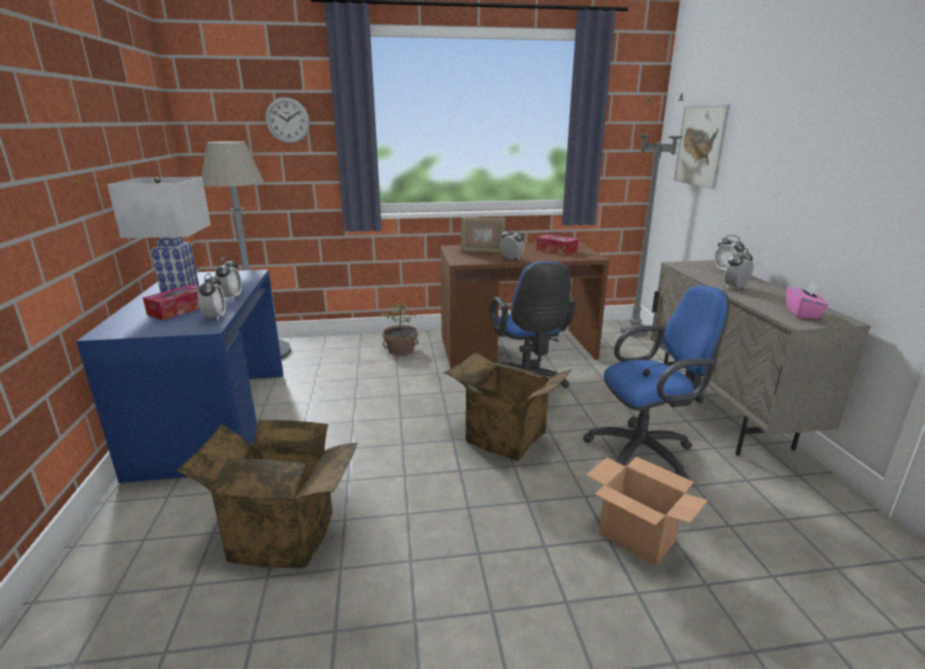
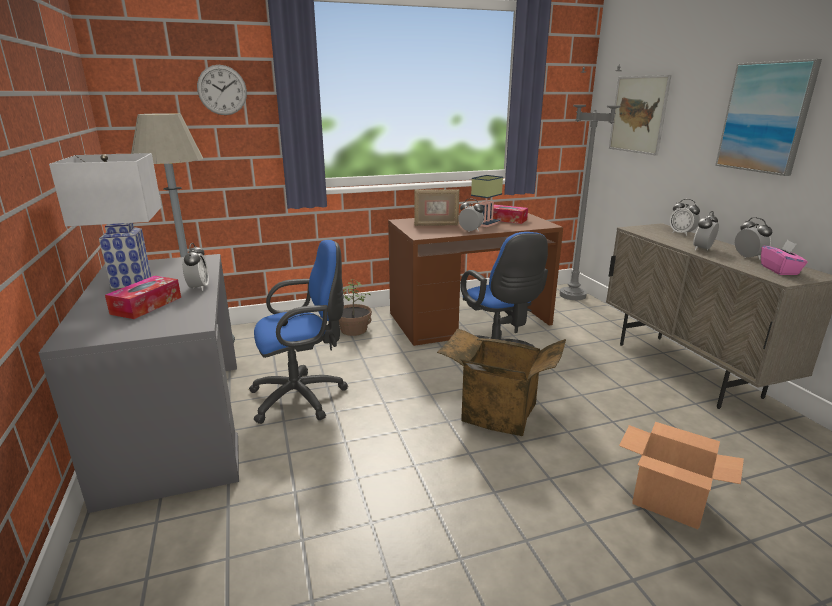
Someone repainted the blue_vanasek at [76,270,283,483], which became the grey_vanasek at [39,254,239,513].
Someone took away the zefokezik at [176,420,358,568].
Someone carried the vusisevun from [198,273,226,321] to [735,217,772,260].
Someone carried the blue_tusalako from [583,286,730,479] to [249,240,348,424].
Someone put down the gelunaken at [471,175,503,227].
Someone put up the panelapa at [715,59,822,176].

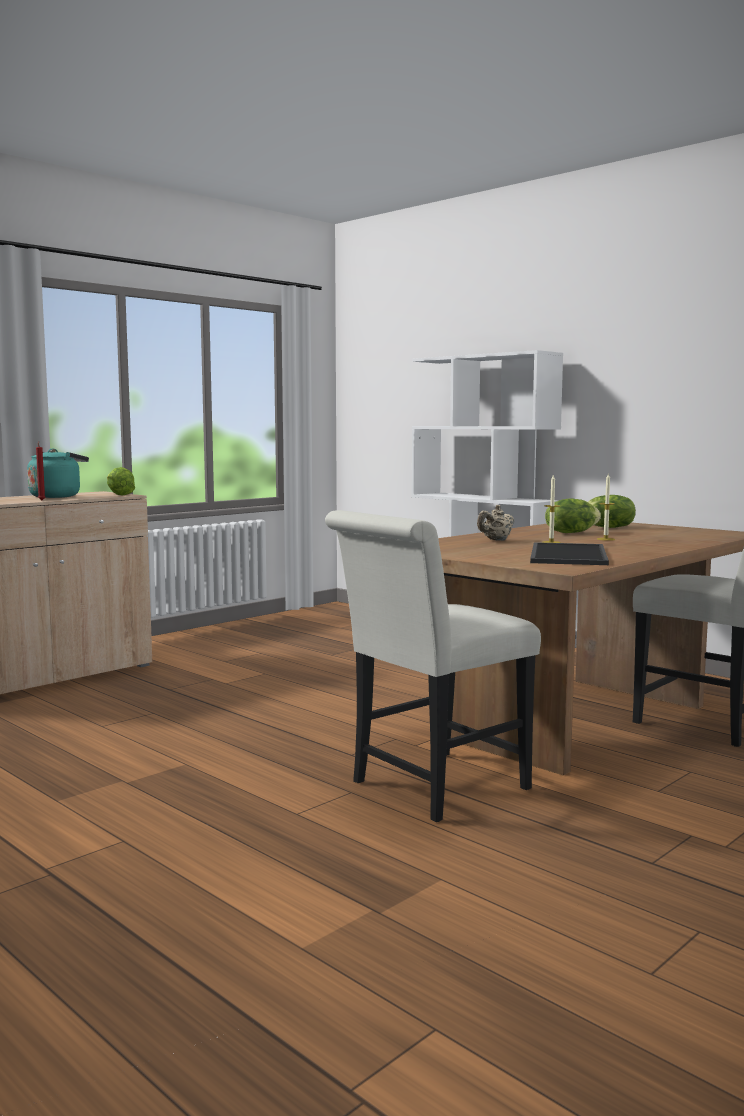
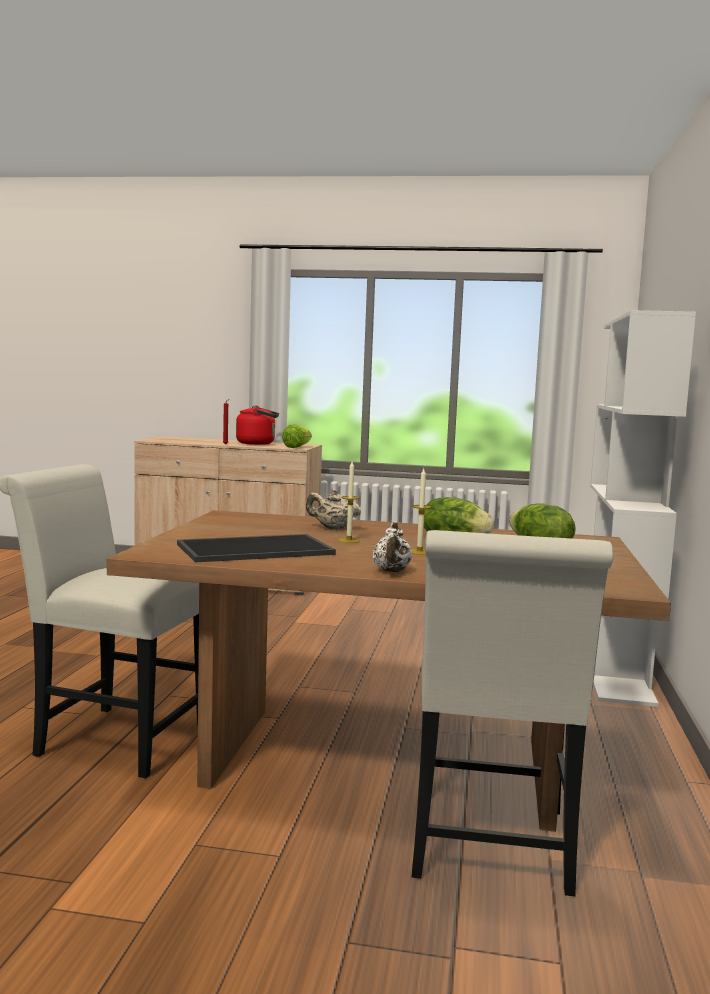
Someone repainted the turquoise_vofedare at [27,449,89,498], which became the red_vofedare at [236,406,279,445].
Someone put down the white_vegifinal at [373,521,412,572].

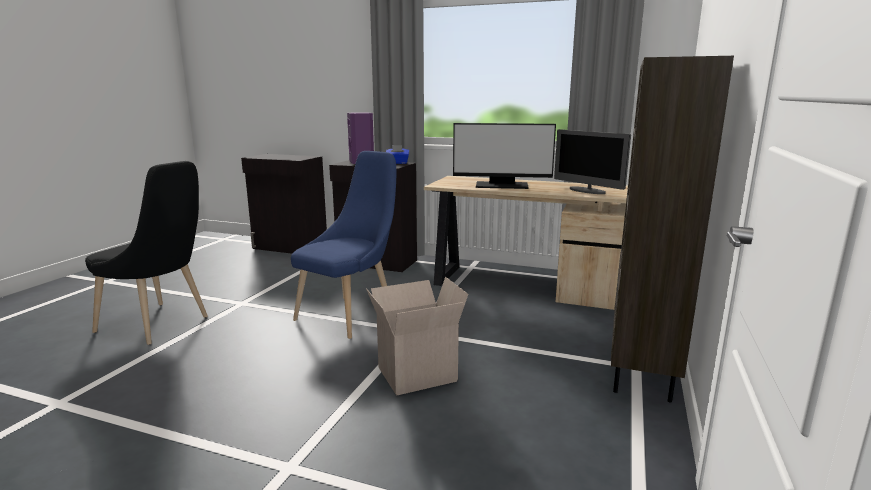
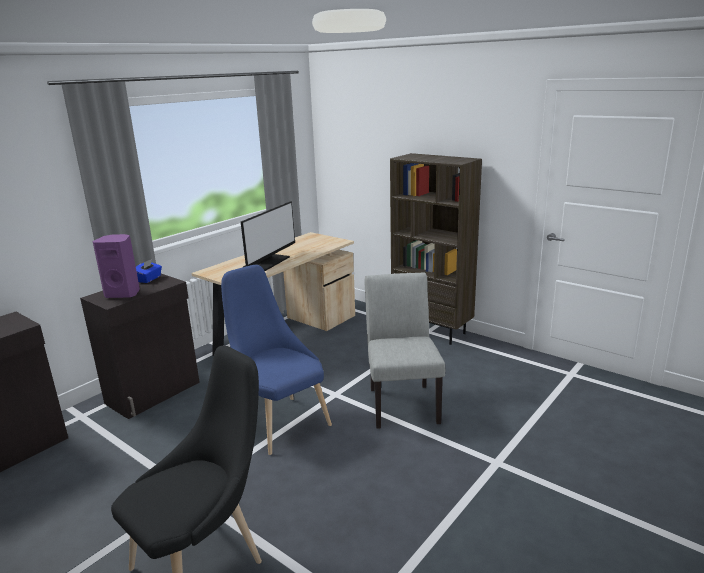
Someone swapped the zefokezik at [366,277,468,396] for the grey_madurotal at [364,273,445,429].
Someone took away the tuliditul at [554,129,631,194].

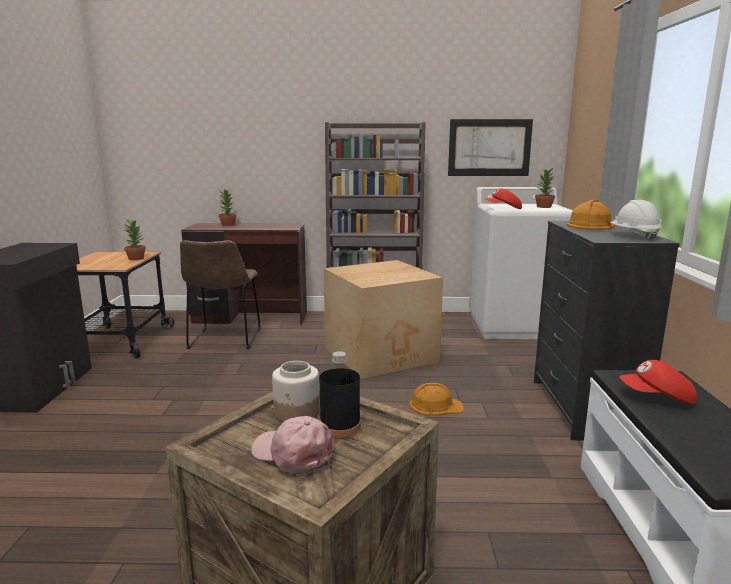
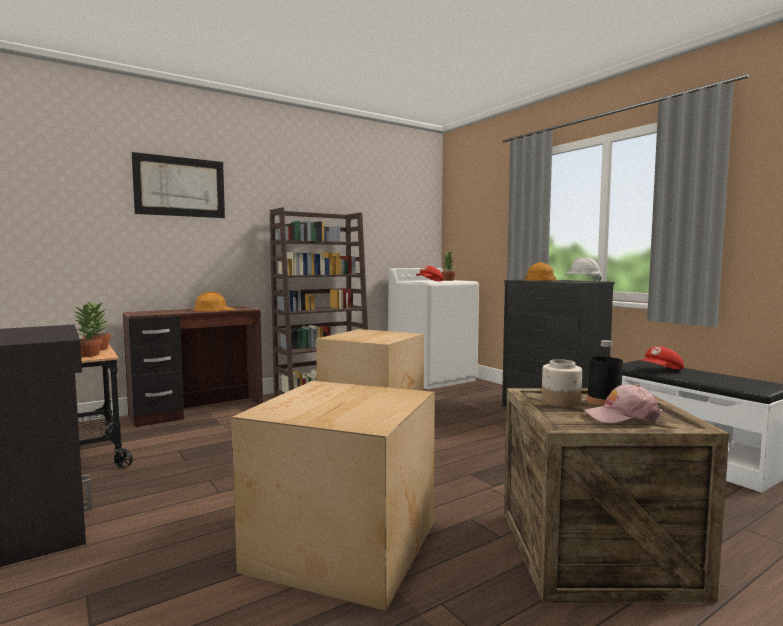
Someone took away the brown_madurotal at [180,240,260,349].
Someone carried the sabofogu from [219,190,237,226] to [74,303,102,357].
Someone carried the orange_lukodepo from [409,383,463,416] to [193,292,235,312].
Someone carried the panelapa from [448,119,533,176] to [132,152,225,218].
Someone put down the zefokezik at [231,381,435,611].

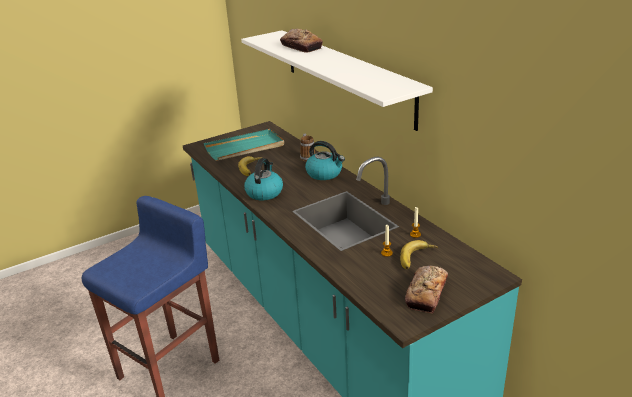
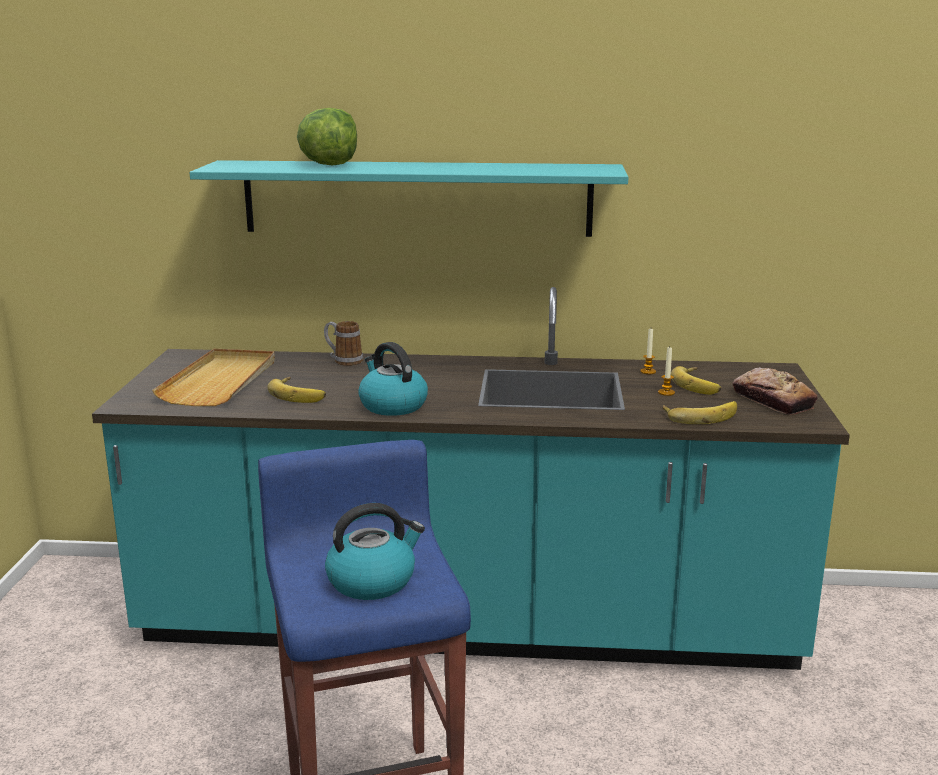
Someone repainted the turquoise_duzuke at [204,129,284,161], which became the beige_duzuke at [152,349,275,406].
Someone repainted the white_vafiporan at [241,30,433,131], which became the turquoise_vafiporan at [190,160,628,237].
Someone swapped the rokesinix at [280,28,323,52] for the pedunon at [297,108,357,166].
Someone carried the vofedare from [305,141,345,180] to [325,503,425,600].
Someone put down the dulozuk at [663,401,737,424].

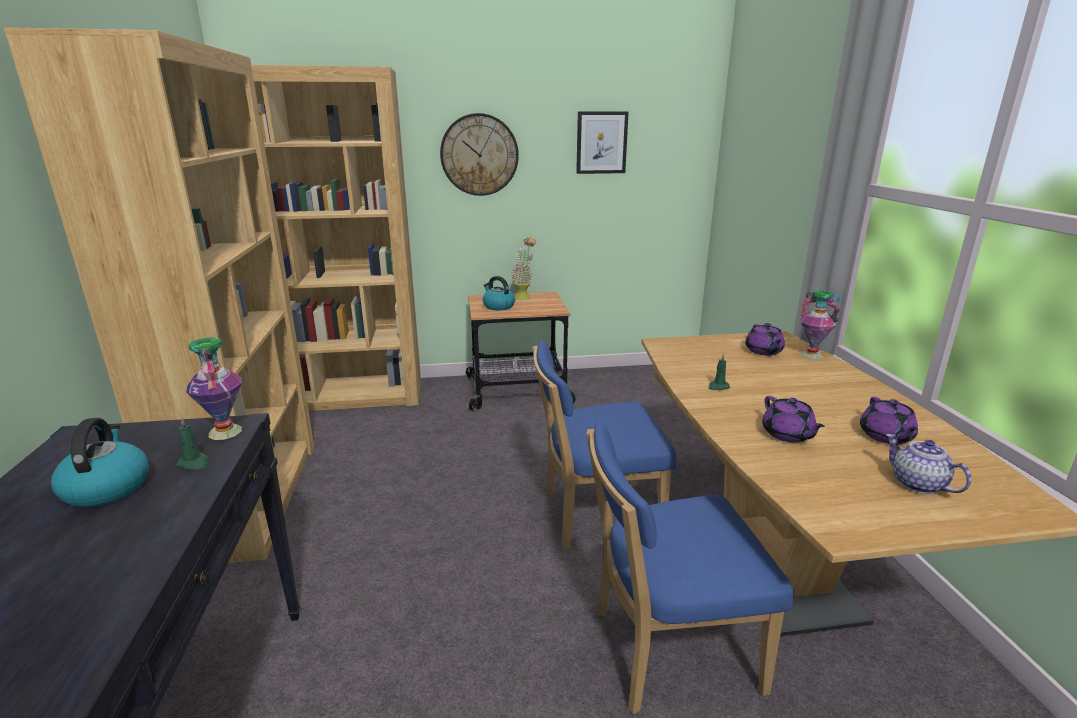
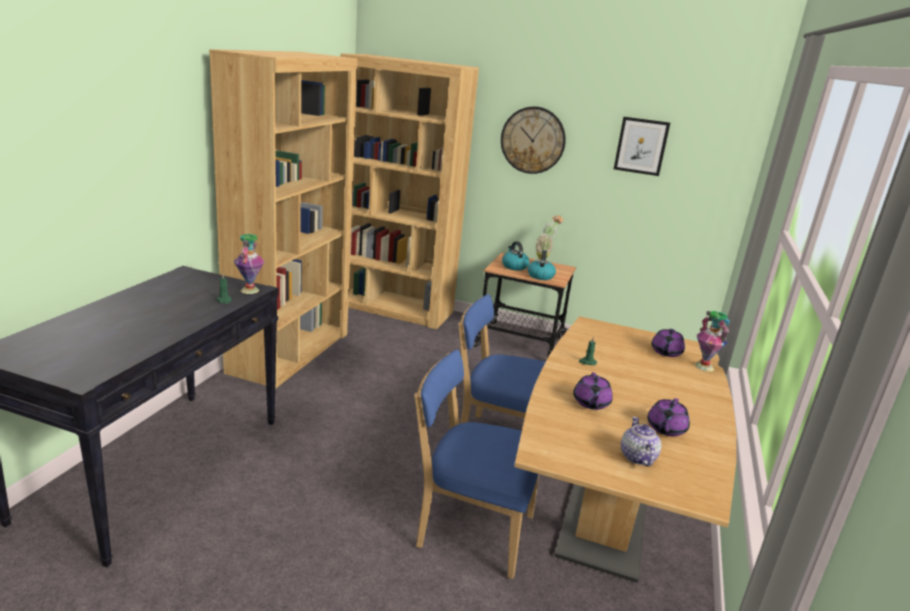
Someone carried the vofedare from [51,418,149,507] to [528,250,556,280].

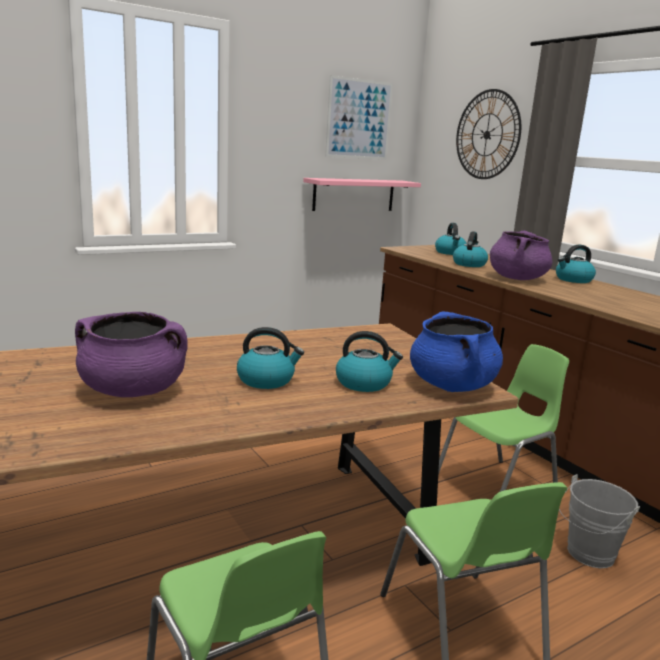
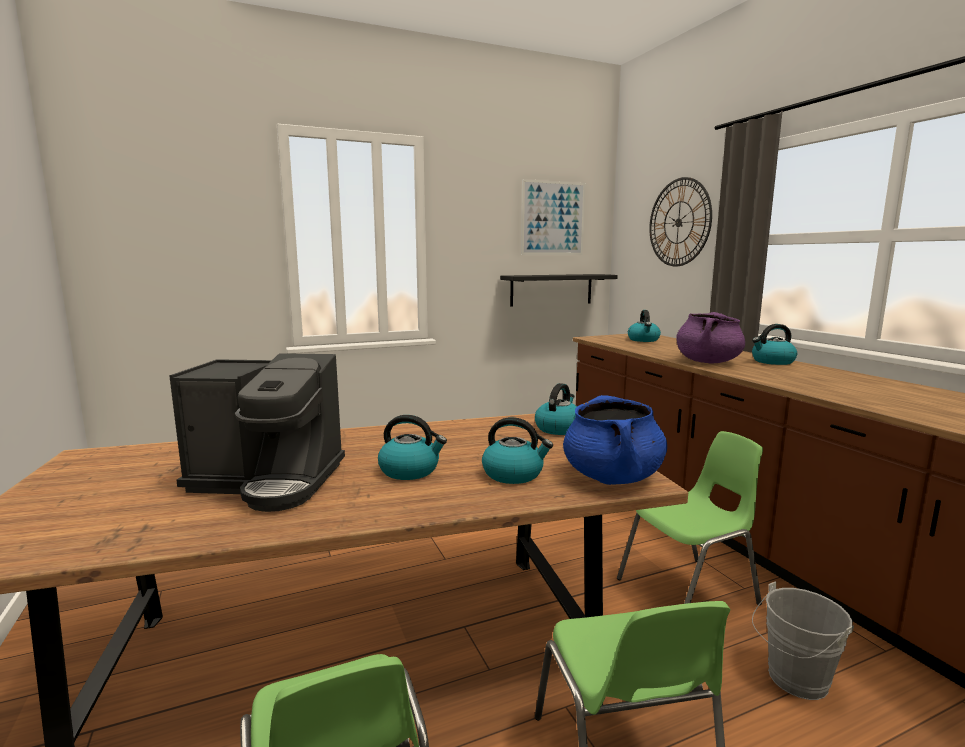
Someone swapped the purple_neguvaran at [75,312,188,397] for the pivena at [169,353,345,512].
Someone repainted the pink_vafiporan at [303,178,421,211], which became the black_vafiporan at [500,274,618,307].
Someone carried the vofedare from [453,231,488,267] to [535,383,577,435].

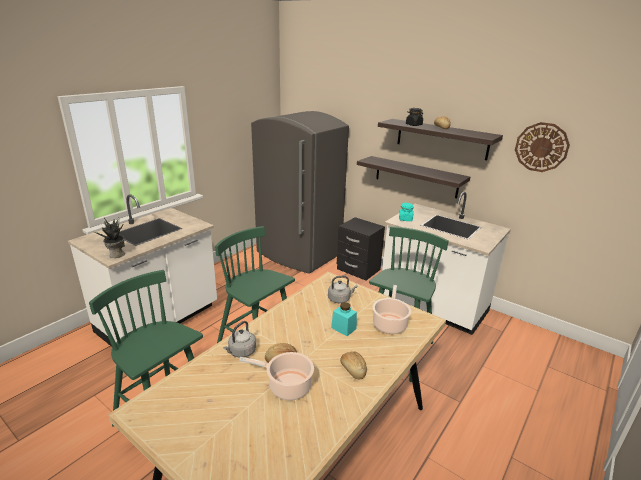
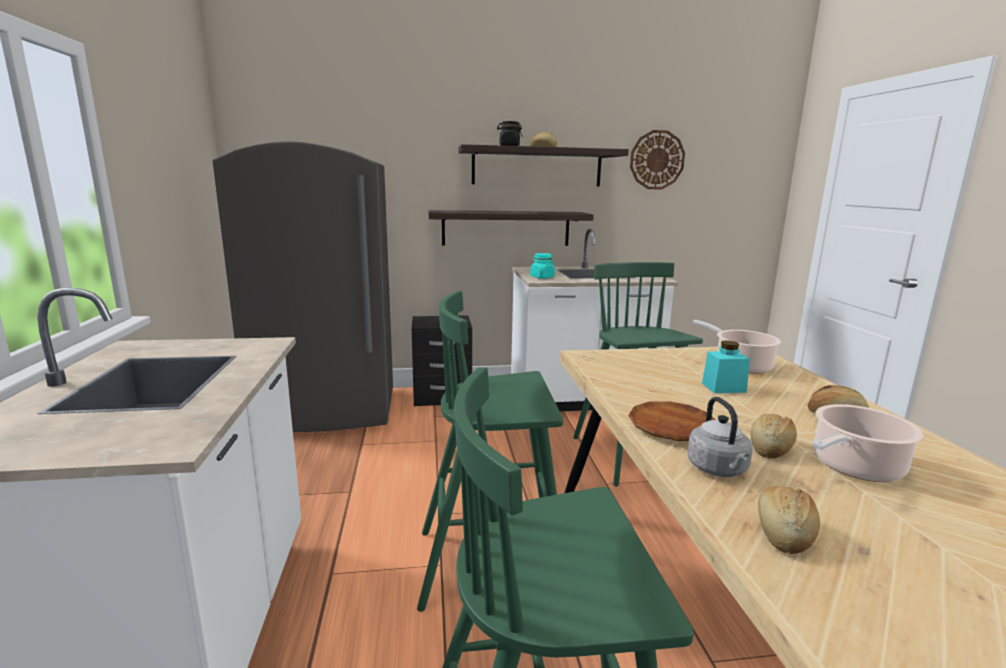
Someone took away the sabofogu at [94,218,125,258].
Someone took away the grey_vofedare at [328,276,357,303].
Someone put down the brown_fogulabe at [628,401,716,441].
Someone put down the rokesinix at [758,486,820,554].

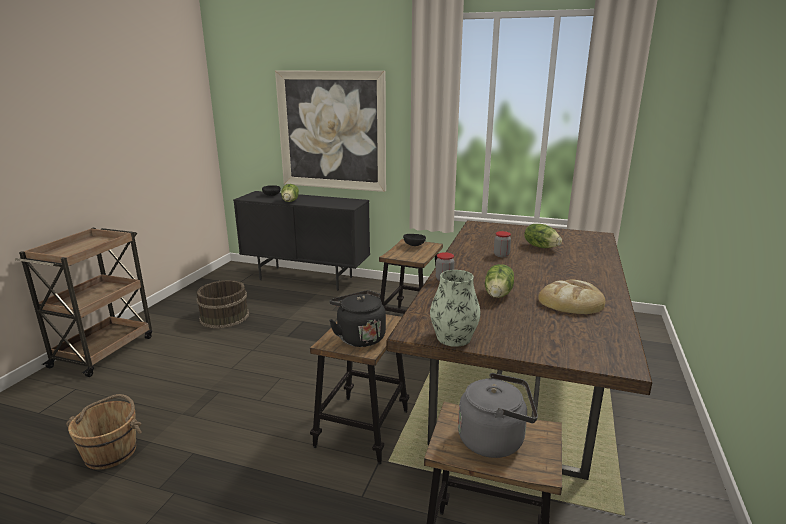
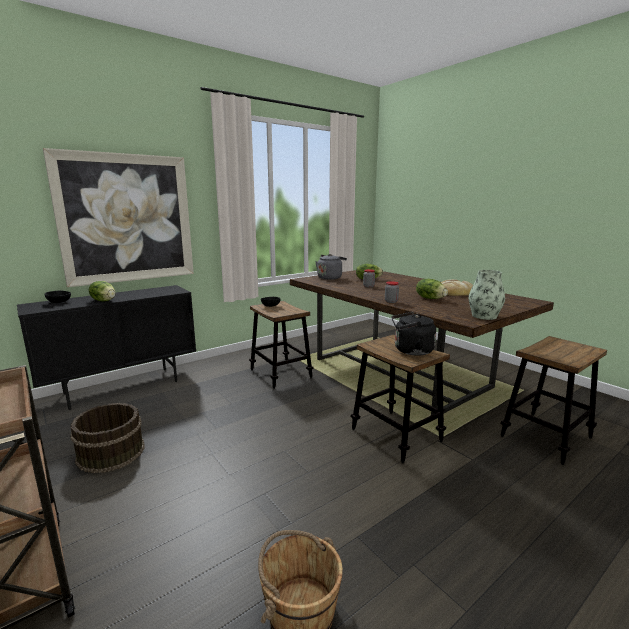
Someone carried the grey_vofedare from [458,373,538,458] to [315,254,347,280].

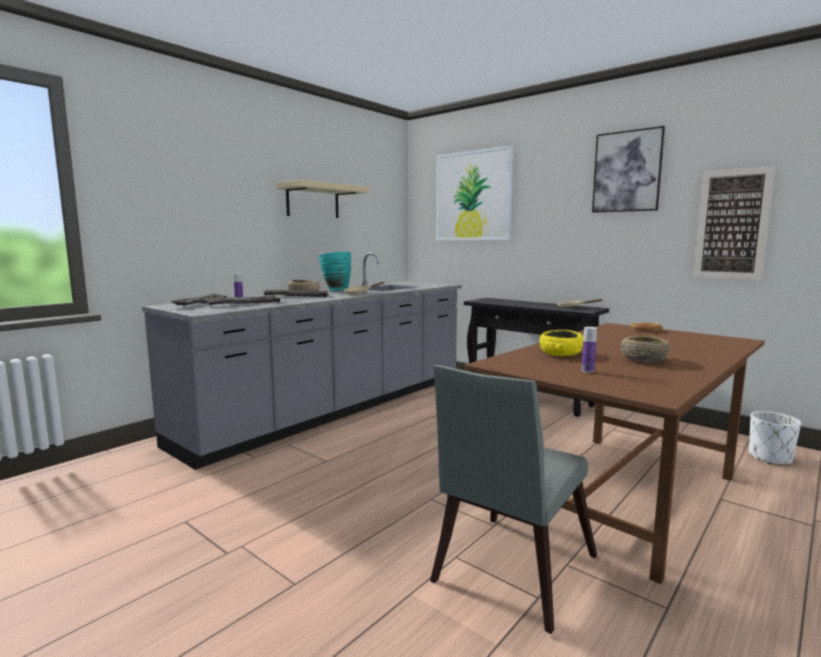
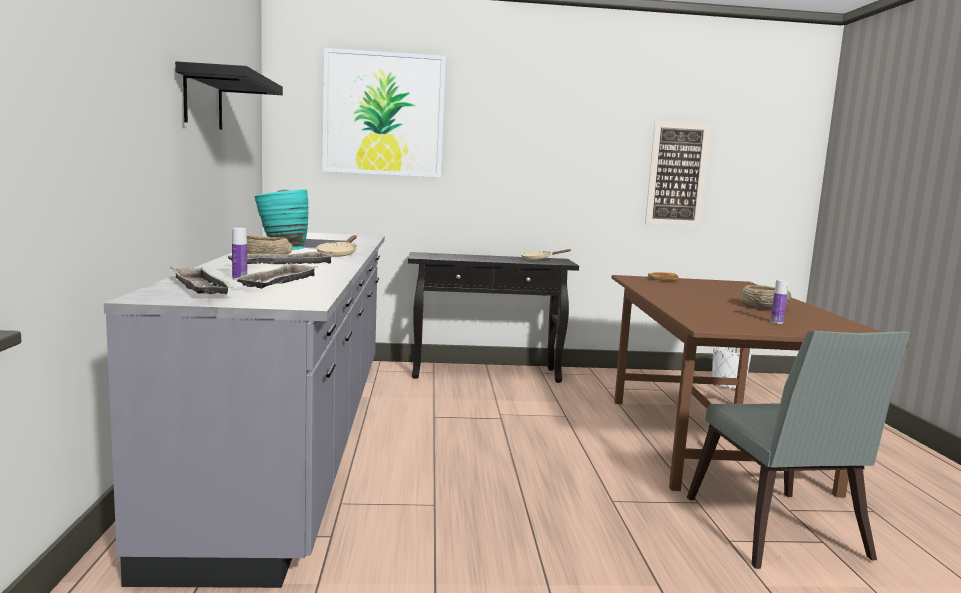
Someone repainted the beige_vafiporan at [276,180,369,218], which became the black_vafiporan at [175,61,283,130].
Someone took away the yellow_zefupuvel at [539,330,583,356].
Someone took away the panelapa at [592,126,665,213].

